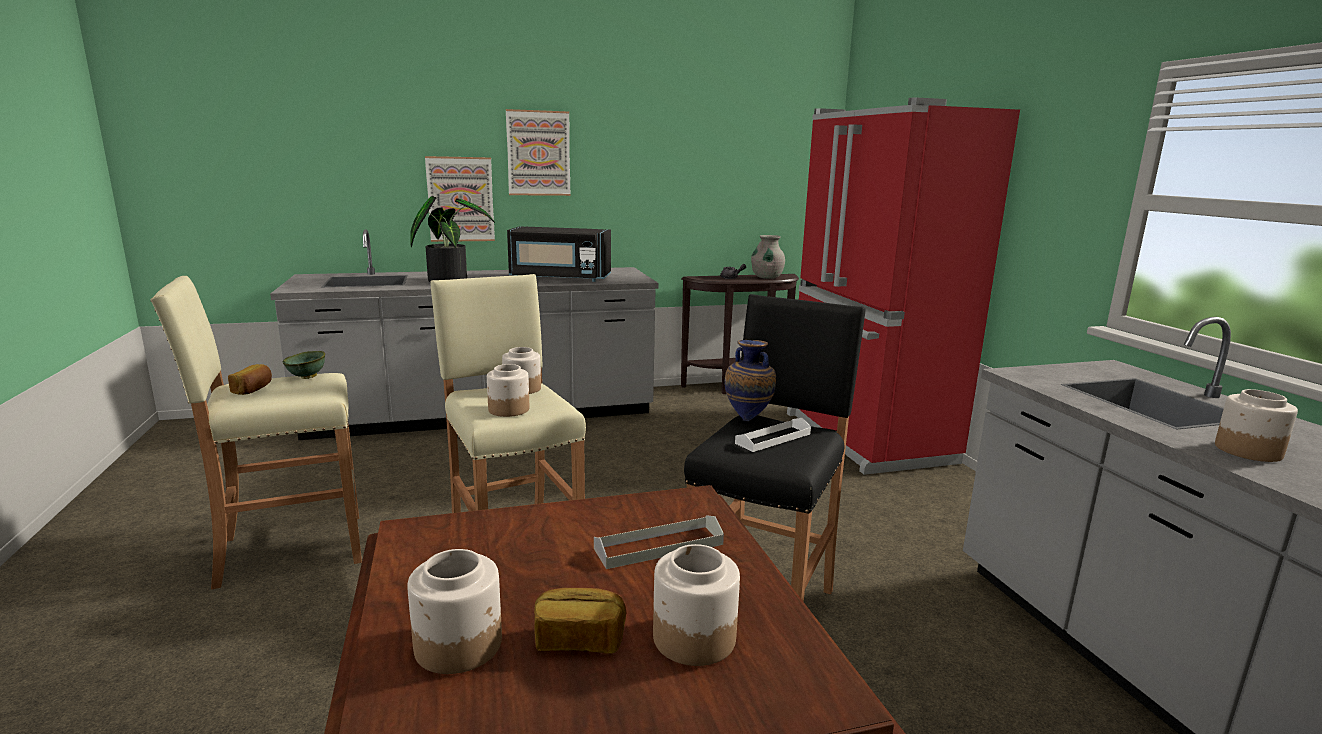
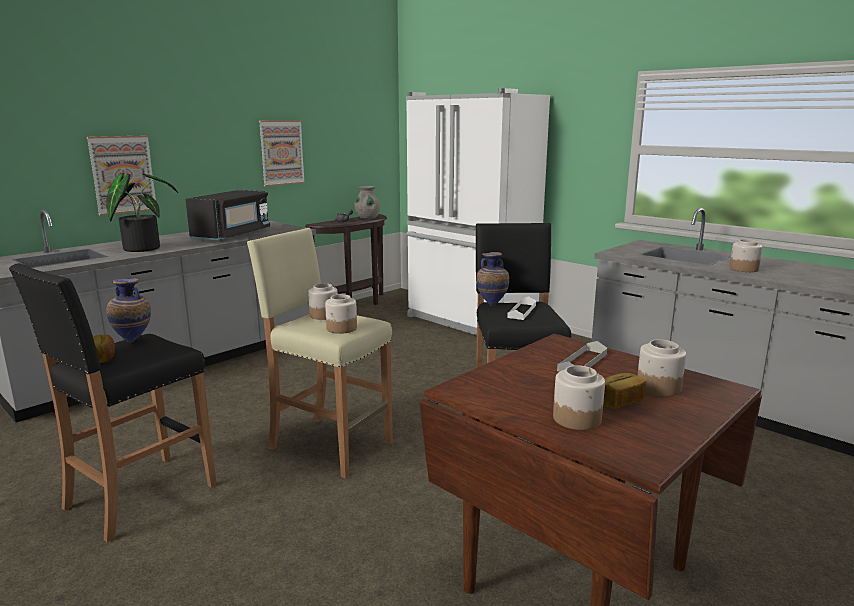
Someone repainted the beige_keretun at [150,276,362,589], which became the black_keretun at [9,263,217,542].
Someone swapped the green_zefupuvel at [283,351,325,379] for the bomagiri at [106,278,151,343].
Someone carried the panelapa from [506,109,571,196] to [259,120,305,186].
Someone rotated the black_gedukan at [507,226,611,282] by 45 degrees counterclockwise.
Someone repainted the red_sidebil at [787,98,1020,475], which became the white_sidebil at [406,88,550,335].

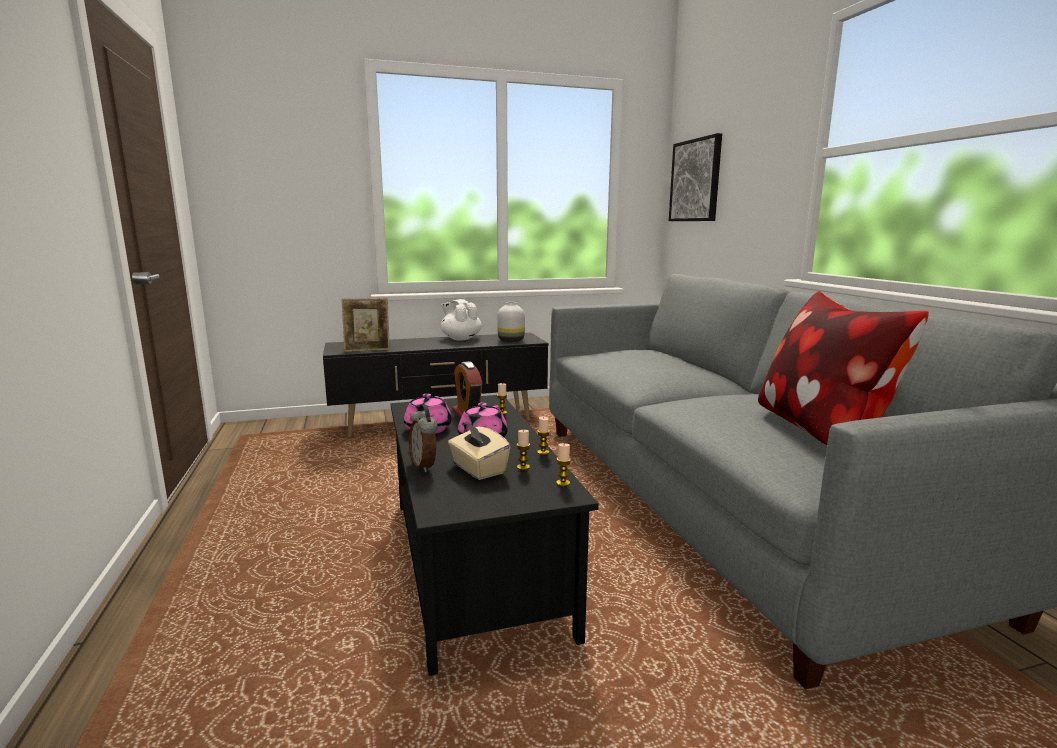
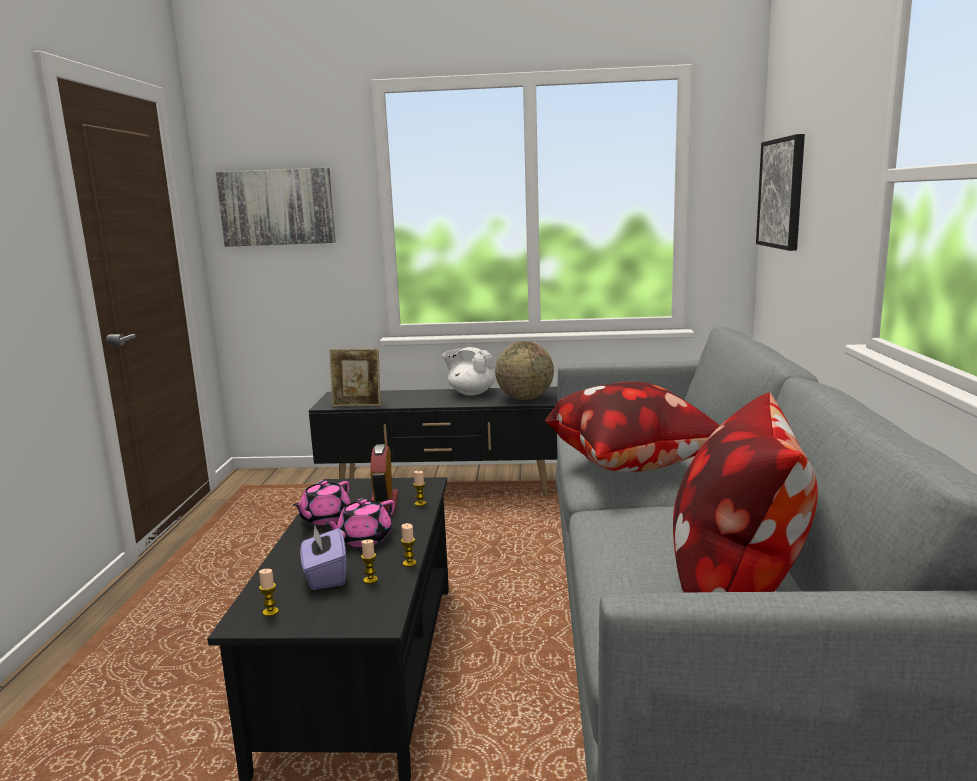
Someone took away the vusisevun at [409,405,438,473].
Someone rotated the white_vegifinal at [440,299,482,340] by 45 degrees counterclockwise.
Someone repainted the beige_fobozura at [448,421,510,480], which became the purple_fobozura at [300,524,346,590].
Someone swapped the white_bomagiri at [497,302,525,342] for the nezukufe at [495,341,554,400].
Someone carried the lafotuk from [556,443,571,486] to [259,569,279,617].
Someone put up the panelapa at [215,168,336,247].
Someone put down the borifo at [545,382,720,472].

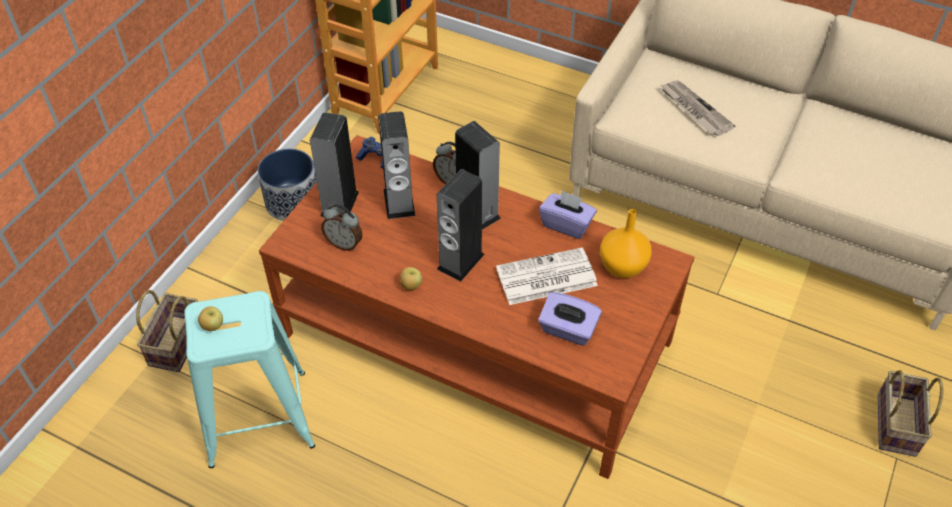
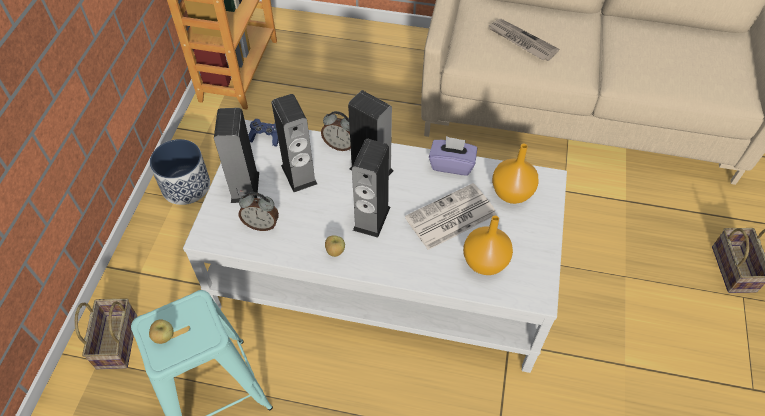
Someone repainted the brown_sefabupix at [259,135,695,479], which became the white_sefabupix at [183,120,567,373].
Someone swapped the purple_fobozura at [538,292,602,346] for the orange_bomagiri at [463,216,513,275].

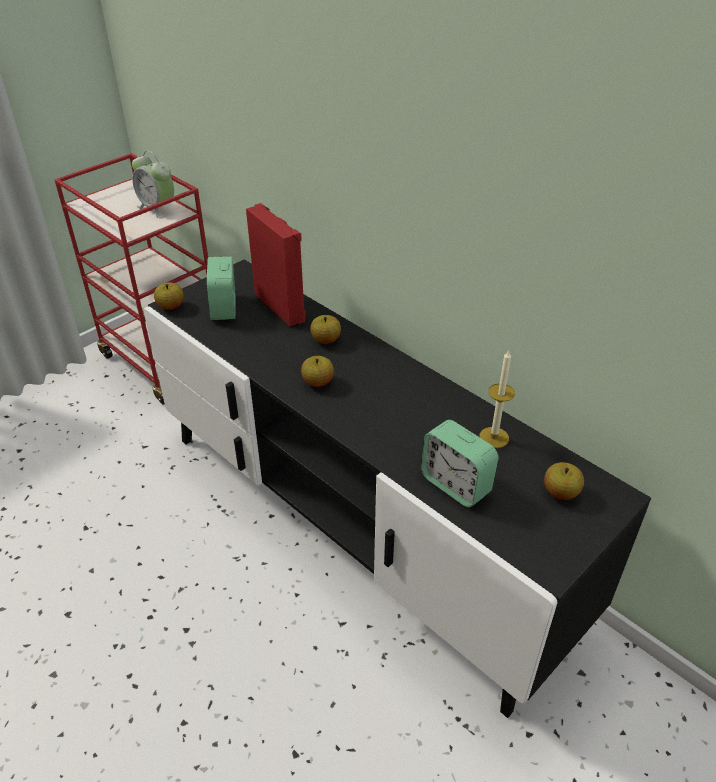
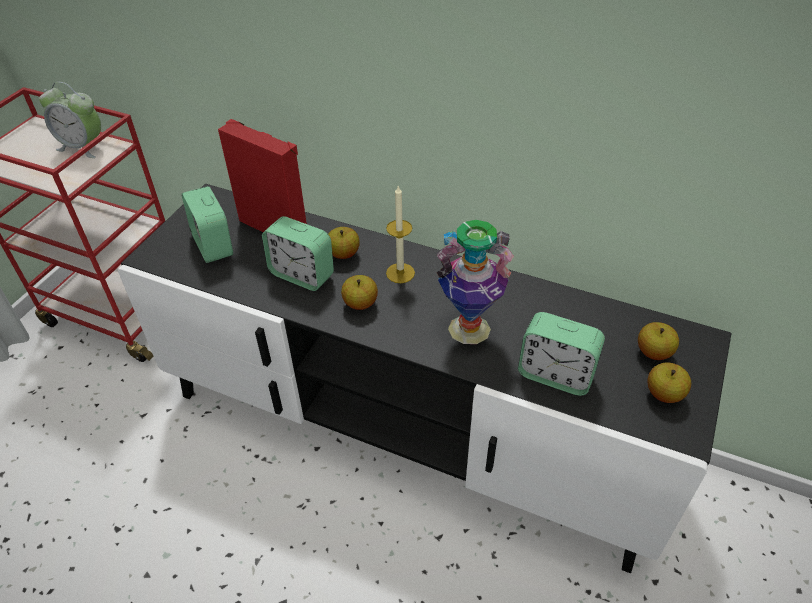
Someone carried the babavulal from [154,283,184,310] to [647,363,691,403].
Someone carried the lafotuk from [479,349,515,448] to [386,186,415,283].
Someone put down the vusisevun at [262,216,334,291].
Someone put down the bomagiri at [437,220,514,344].

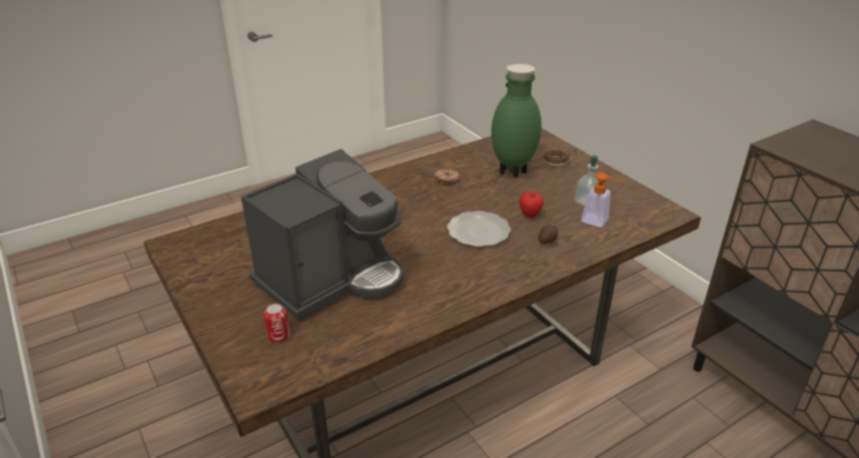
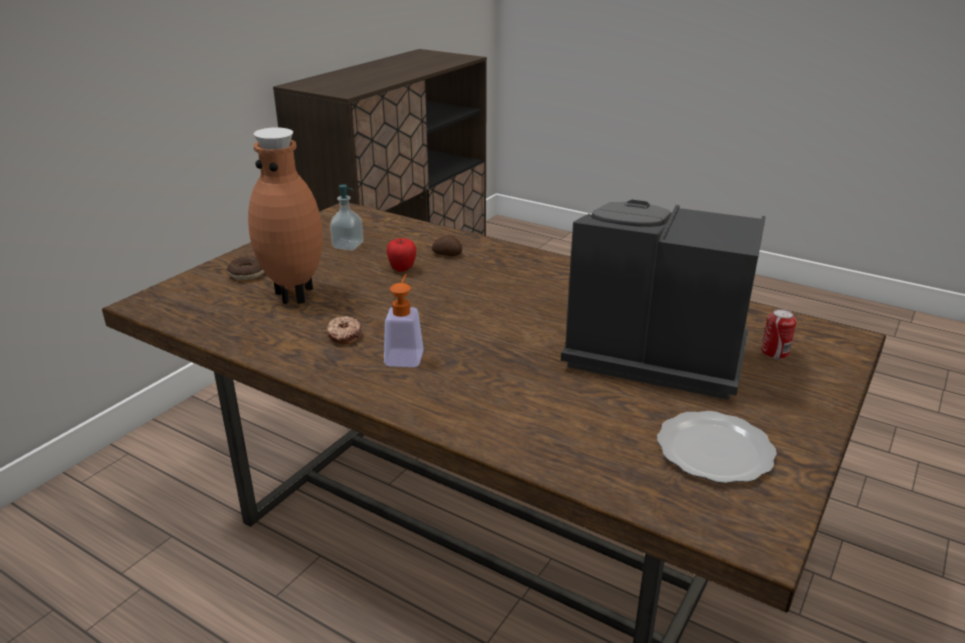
Someone carried the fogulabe from [447,211,511,247] to [657,411,777,483].
Someone repainted the green_bomagiri at [491,64,542,177], which became the brown_bomagiri at [248,127,323,304].
Someone carried the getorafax from [581,173,624,227] to [384,274,424,367].

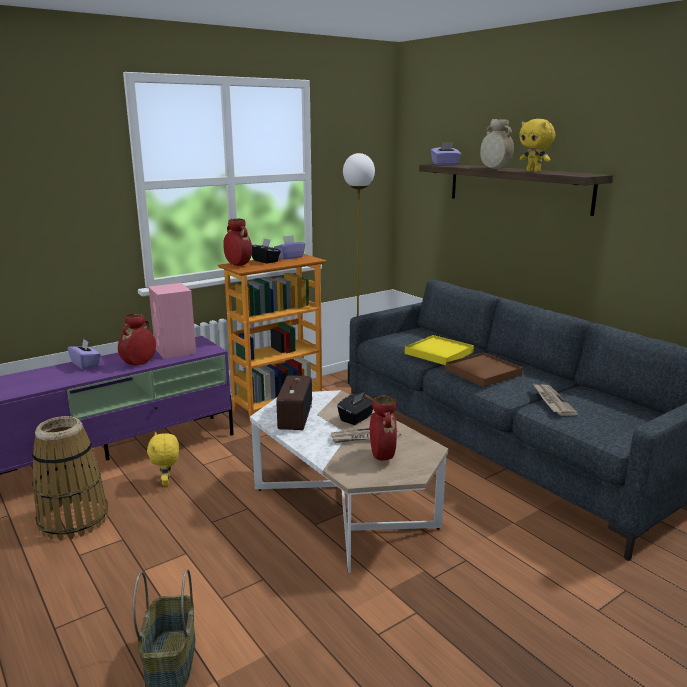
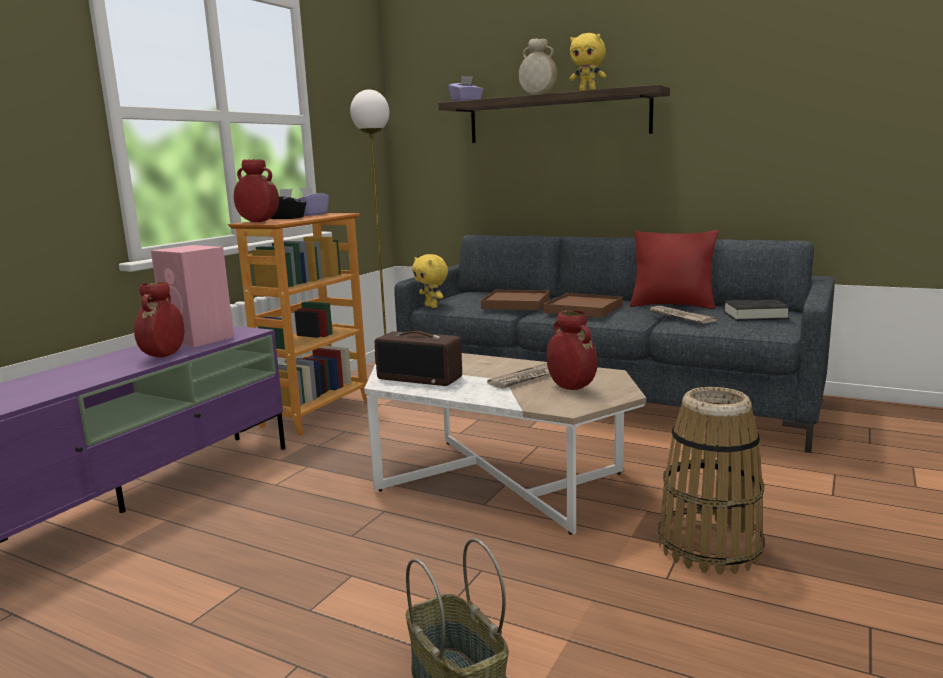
Someone carried the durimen from [32,416,108,540] to [658,387,765,575].
Someone took away the purple_fobozura at [67,339,101,370].
Someone carried the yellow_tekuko from [147,432,179,486] to [412,254,448,308].
Someone rotated the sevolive at [276,375,312,430] by 135 degrees clockwise.
Someone took away the black_fobozura at [337,392,373,425].
Someone repainted the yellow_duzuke at [405,335,474,365], which became the brown_duzuke at [481,290,550,310].
Someone put down the red_borifo at [630,230,719,309].
Someone put down the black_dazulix at [723,299,790,321].

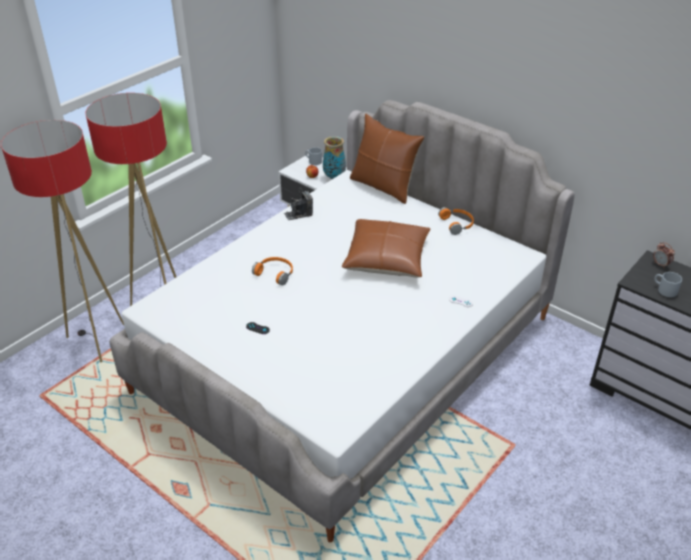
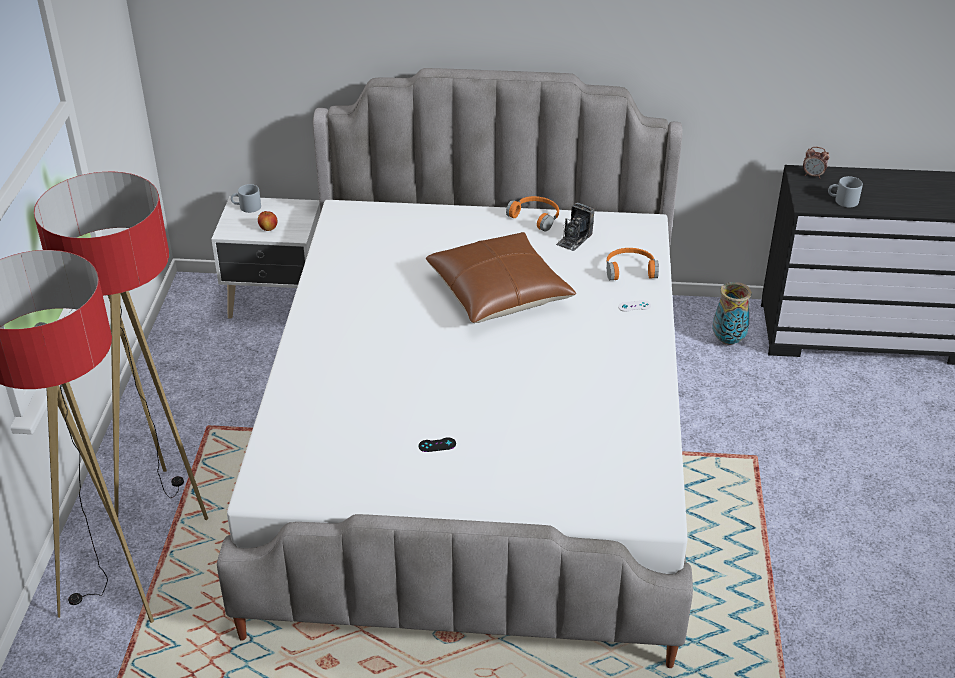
Someone carried the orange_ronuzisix from [252,257,293,285] to [607,248,659,280].
Someone carried the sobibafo from [284,191,313,220] to [556,202,595,251].
Someone carried the bomagiri from [323,136,346,179] to [712,282,752,345].
Someone took away the brown_borifo at [350,114,424,204].

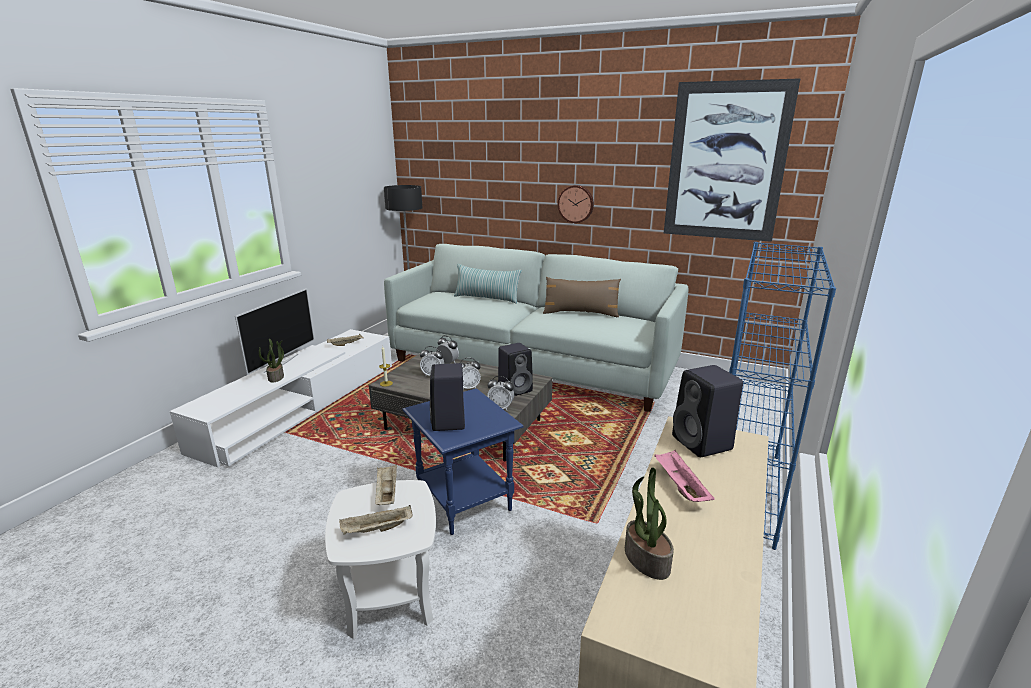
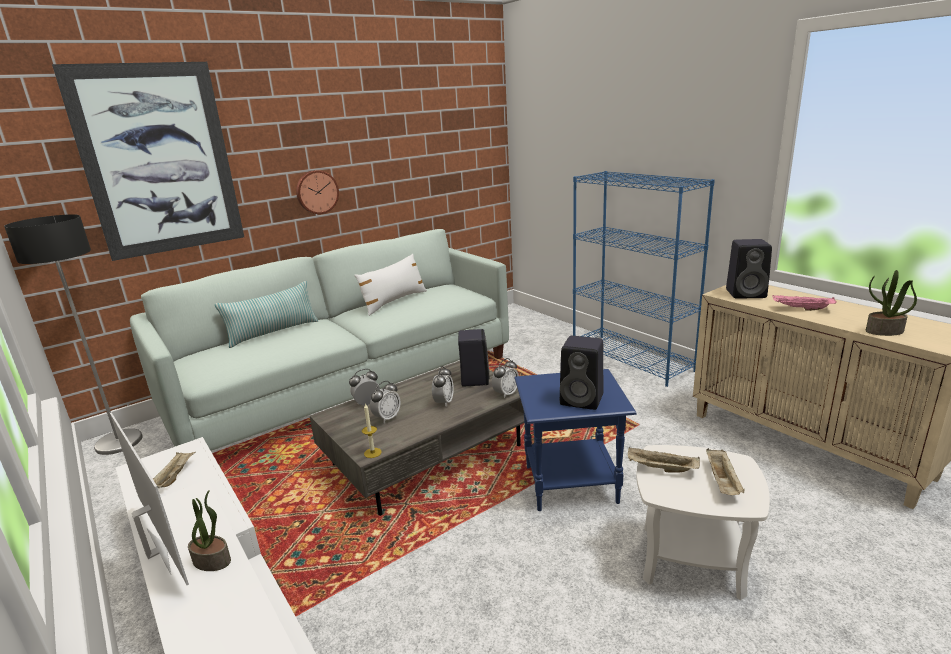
Someone repainted the brown_borifo at [543,277,621,317], which became the white_borifo at [354,254,427,316].
Someone carried the panelapa from [664,78,801,242] to [52,62,244,261].

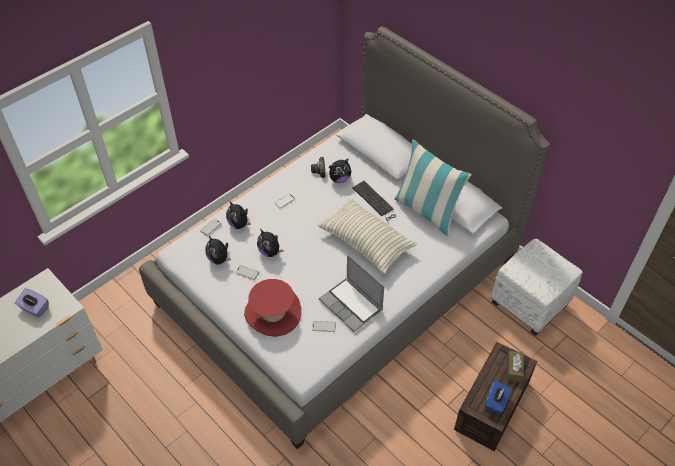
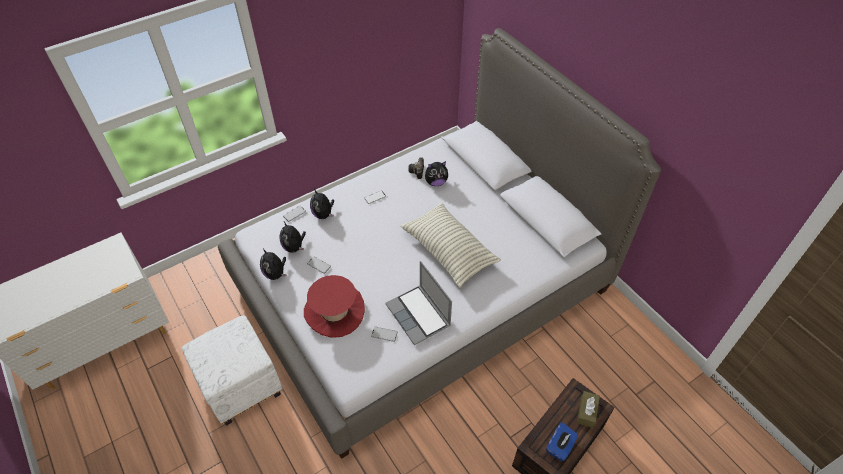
Someone took away the purple_fobozura at [15,288,49,318].
Someone carried the tekuko from [257,229,283,257] to [260,249,287,280].
Someone took away the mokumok at [352,181,396,225].
Someone took away the borifo at [394,139,471,237].
Someone carried the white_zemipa from [491,239,583,336] to [182,316,283,426].

